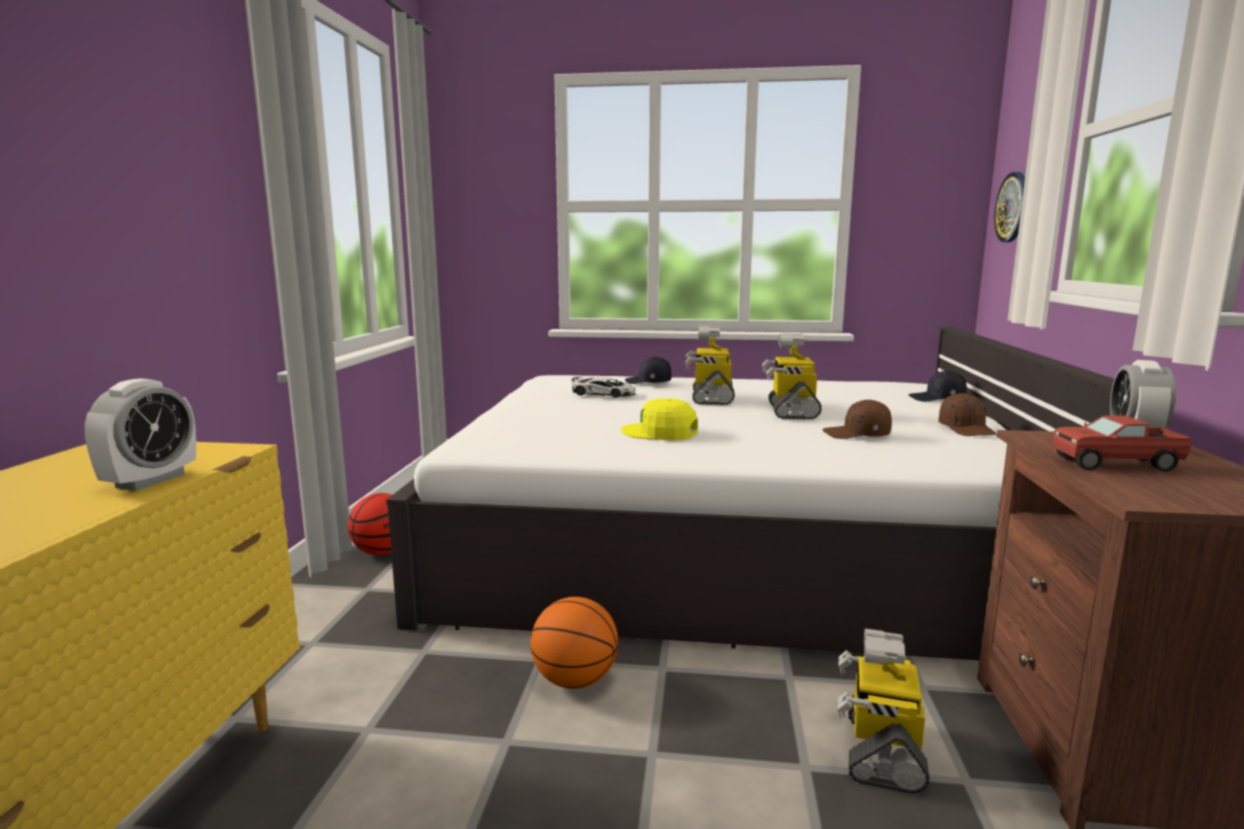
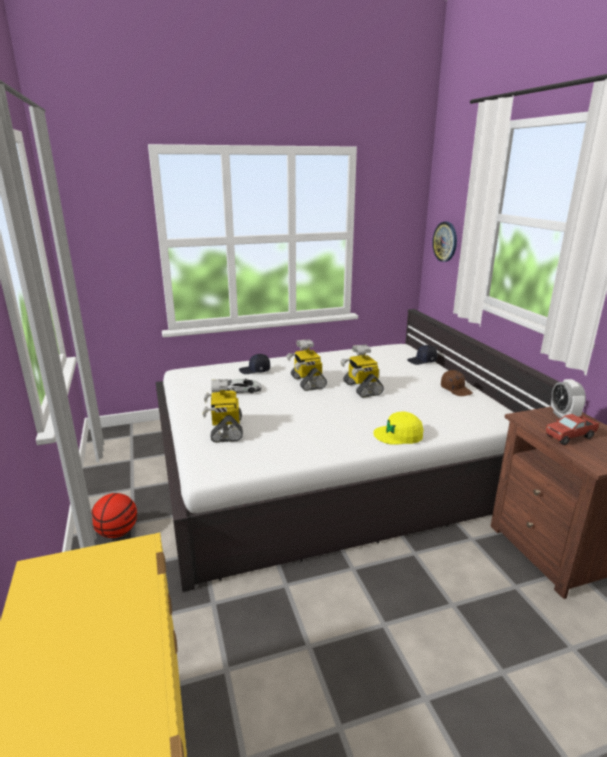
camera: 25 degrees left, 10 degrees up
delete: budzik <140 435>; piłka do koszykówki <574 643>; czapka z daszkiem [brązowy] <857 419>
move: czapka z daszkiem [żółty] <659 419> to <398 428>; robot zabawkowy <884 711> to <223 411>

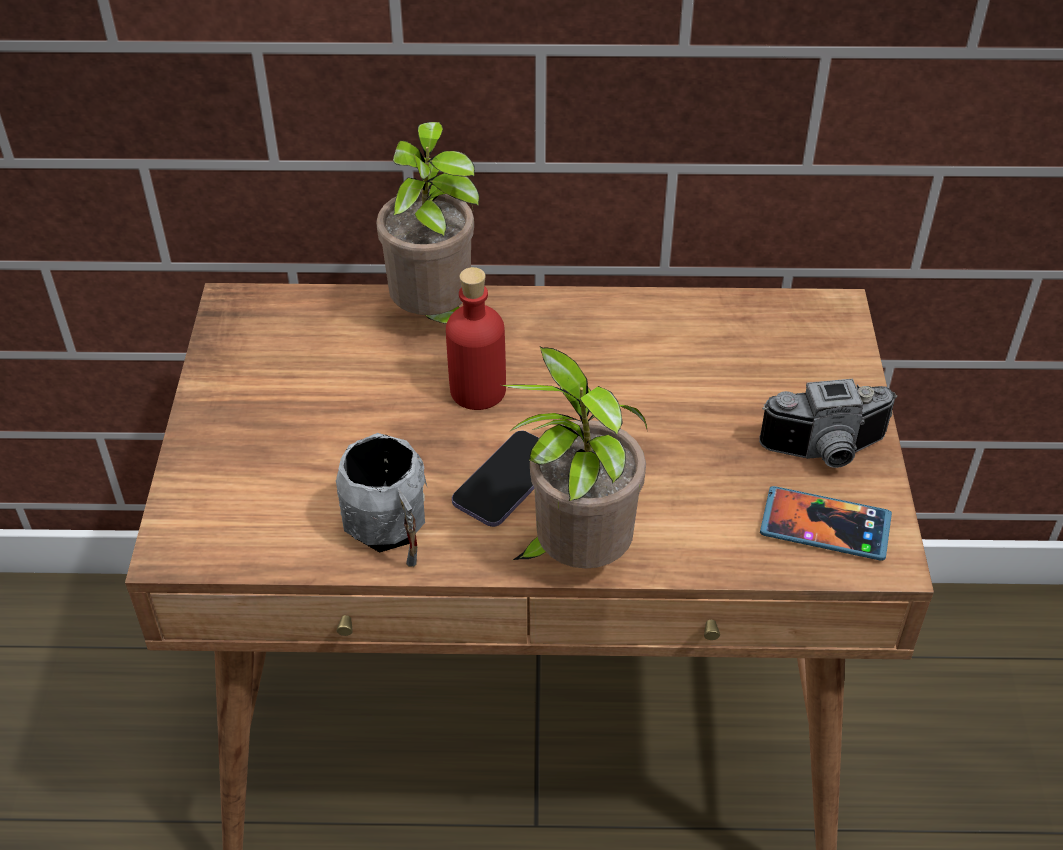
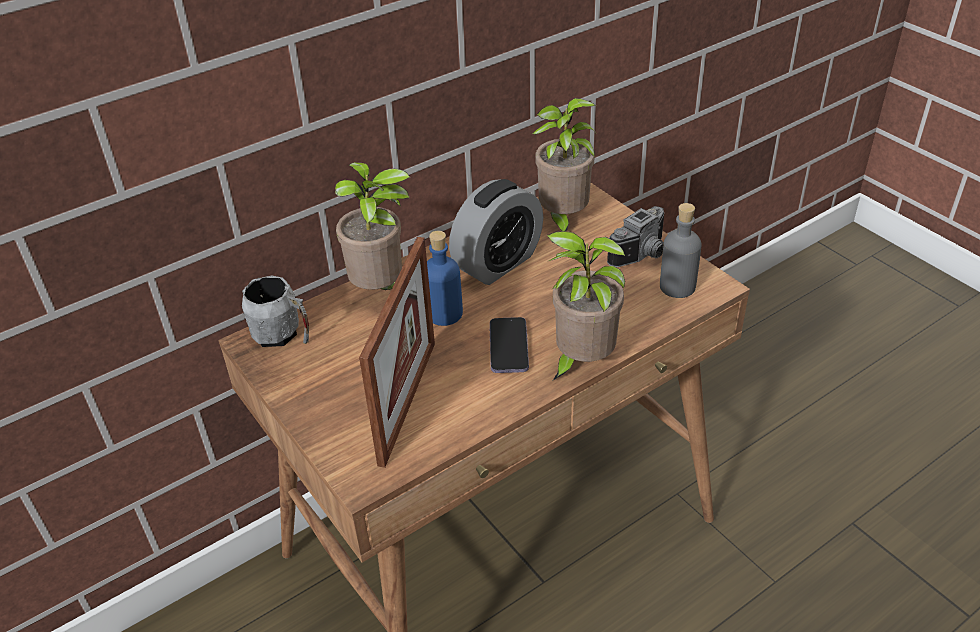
camera: 35 degrees left, 5 degrees down
insert: ramka na zdjęcie <397 352>; budzik <496 232>; roślina doniczkowa <564 164>
move: kubek [szary] <382 500> to <275 311>
replace: telefon <826 523> to butelka [szary] <681 250>
recolor: butelka [czerwony] <476 338> to butelka [niebieski] <445 278>

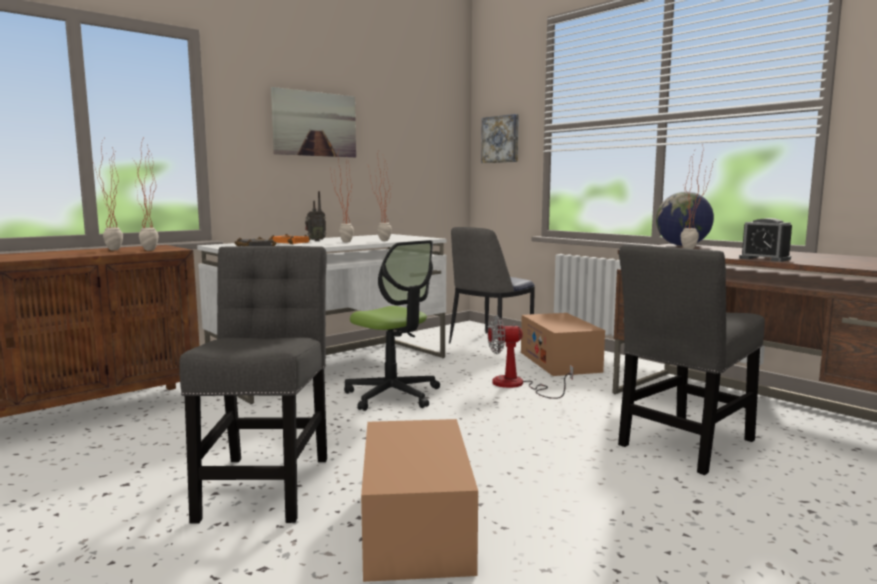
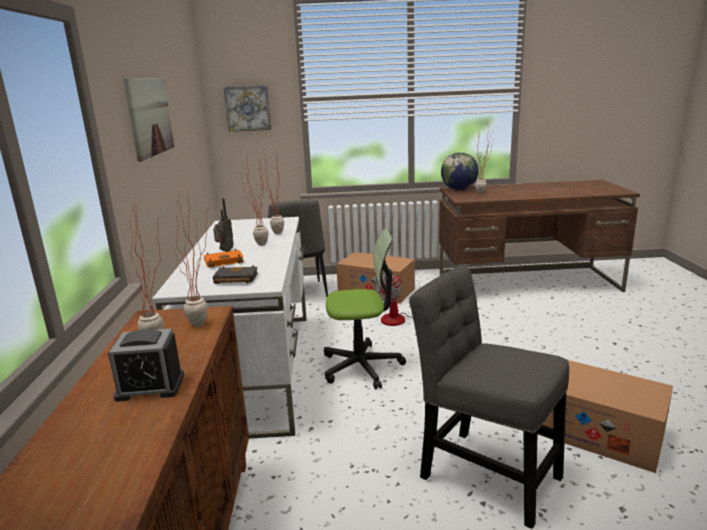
camera: 50 degrees left, 10 degrees up
delete: krzesło [szary] <691 359>
move: budzik <765 240> to <146 365>

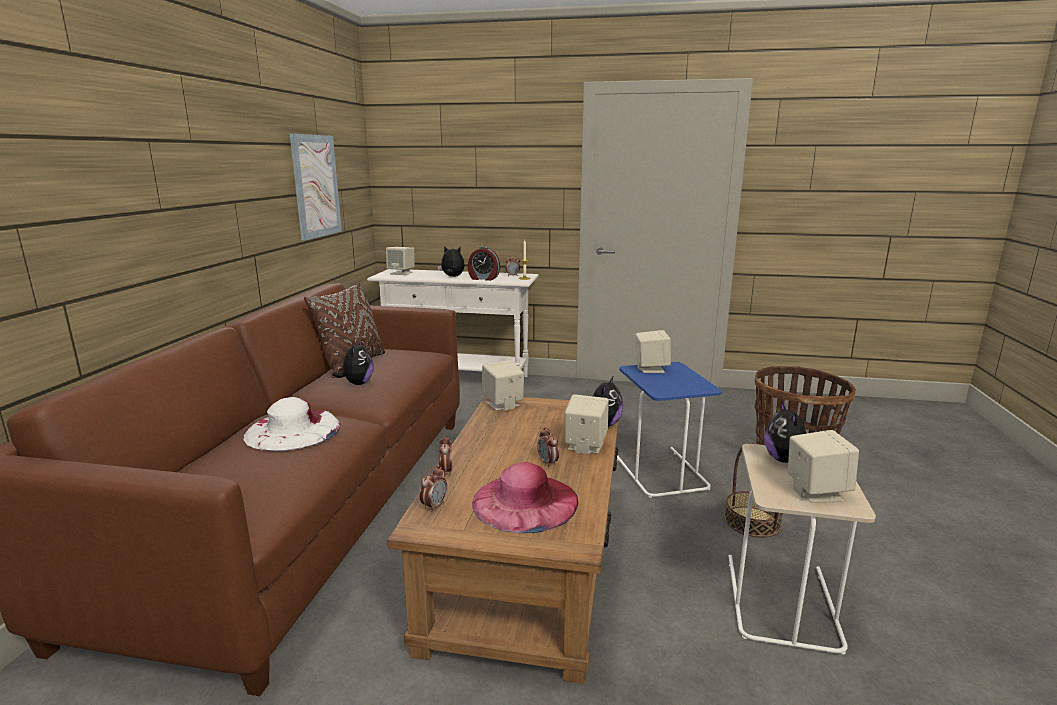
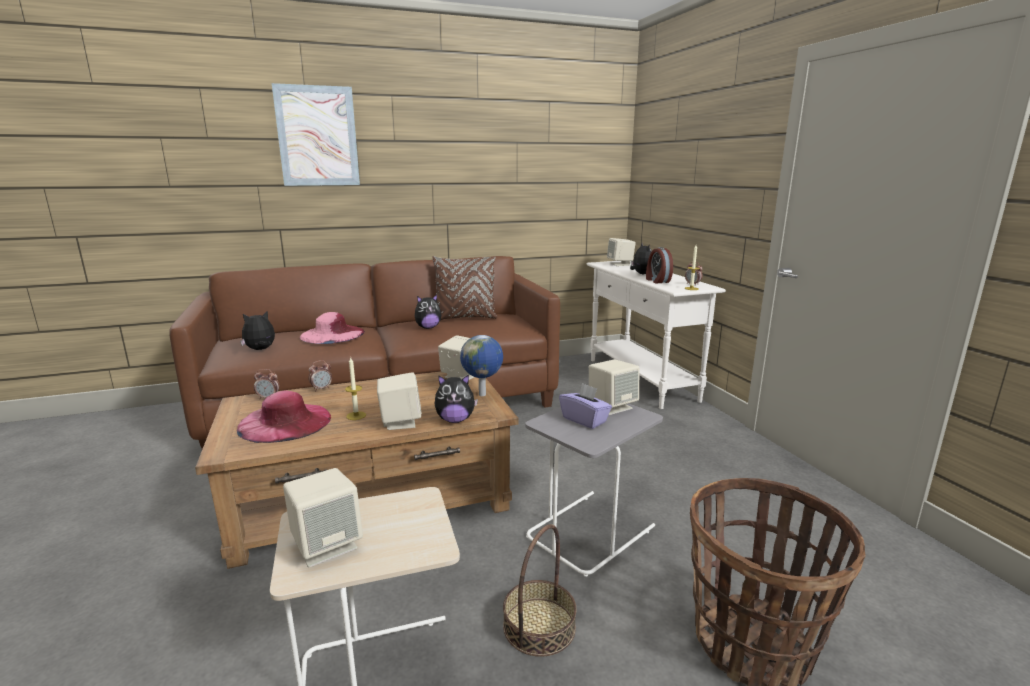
camera: 60 degrees right, 0 degrees up
insert: globus <481 365>; pudełko chusteczek [fioletowy] <585 406>
move: obraz <315 187> to <316 134>; pluszak <785 431> to <257 330>
replace: budzik <548 447> to świeca <355 388>
recolor: kapelusz [biały] <292 424> to kapelusz [różowy] <332 328>; stolik [niebieski] <669 430> to stolik [szary] <594 490>

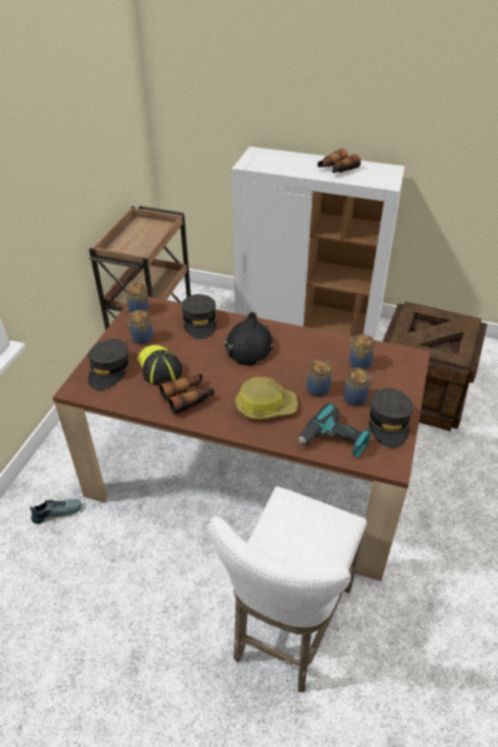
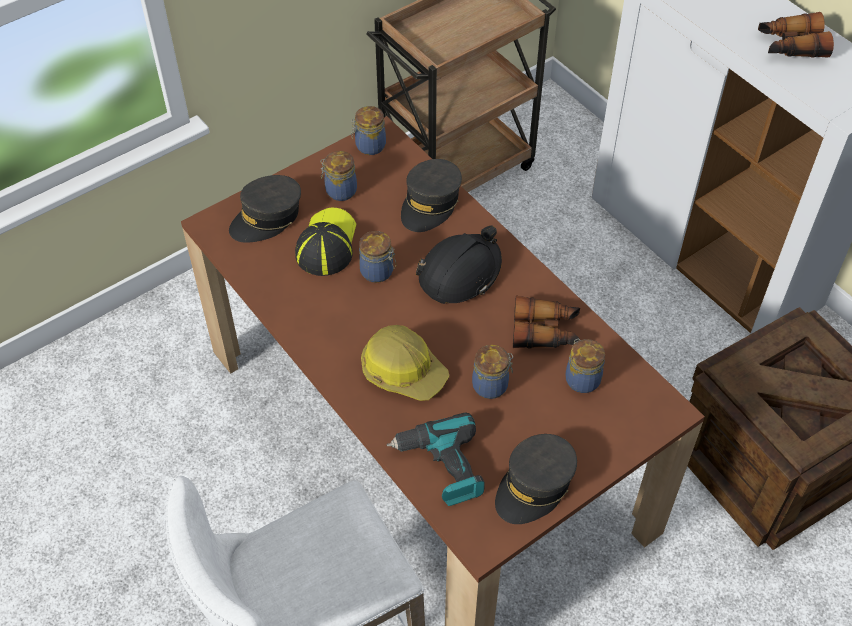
camera: 35 degrees right, 10 degrees up
delete: but <55 511>
move: lornetka <187 394> to <546 322>; słoik <358 387> to <377 257>

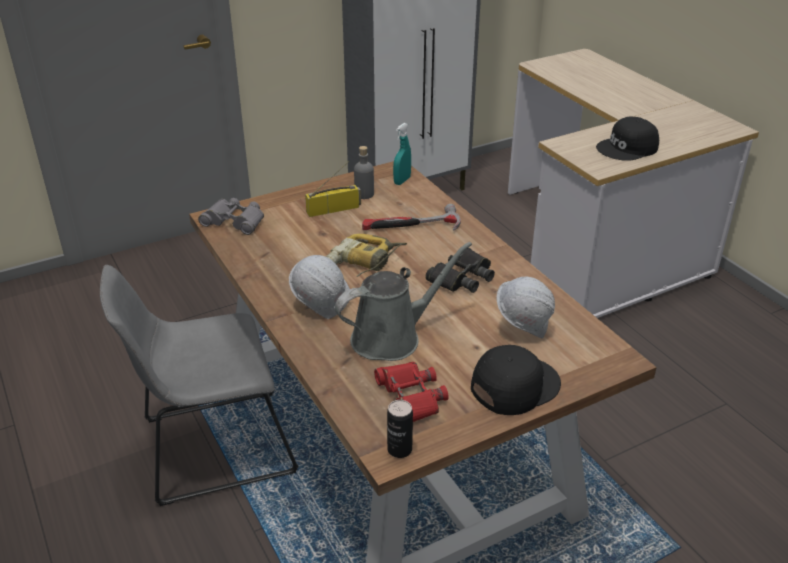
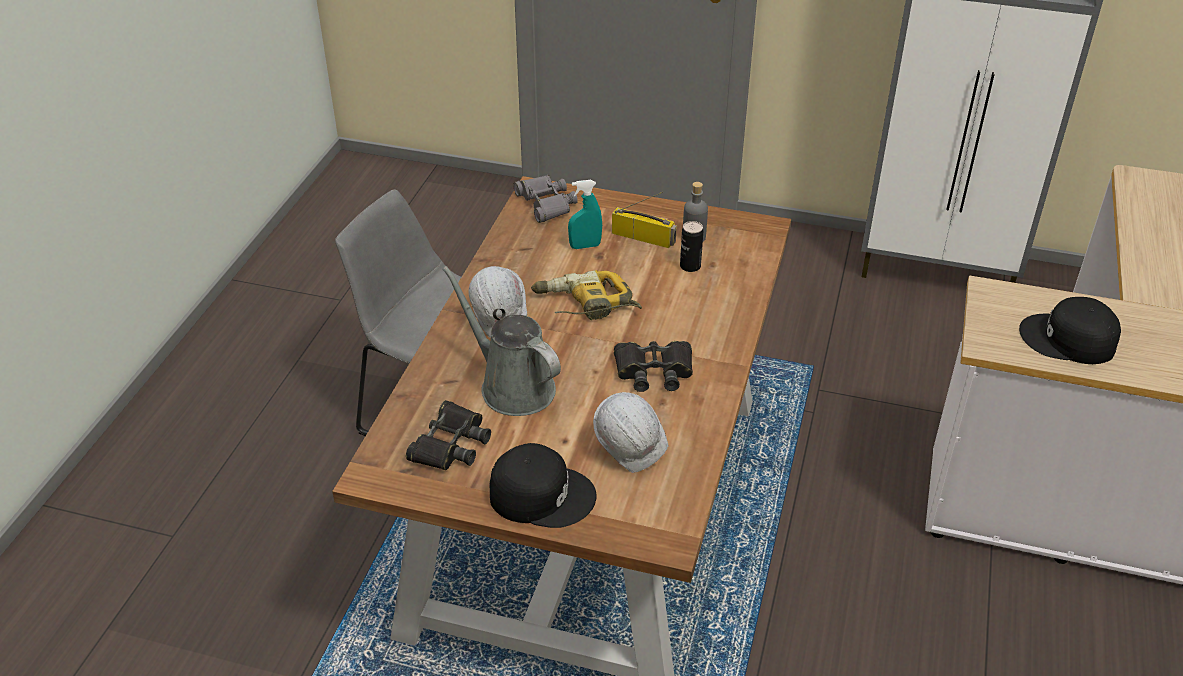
camera: 45 degrees right, 5 degrees up
delete: młotek <411 217>
move: puszka <400 429> to <691 246>; spryskiwacz [turkusowy] <402 154> to <585 214>
recolor: lornetka [czerwony] <411 392> to lornetka [czarny] <448 435>
rotate: konewka [szary] <403 301> = <502 341> 150 degrees counterclockwise

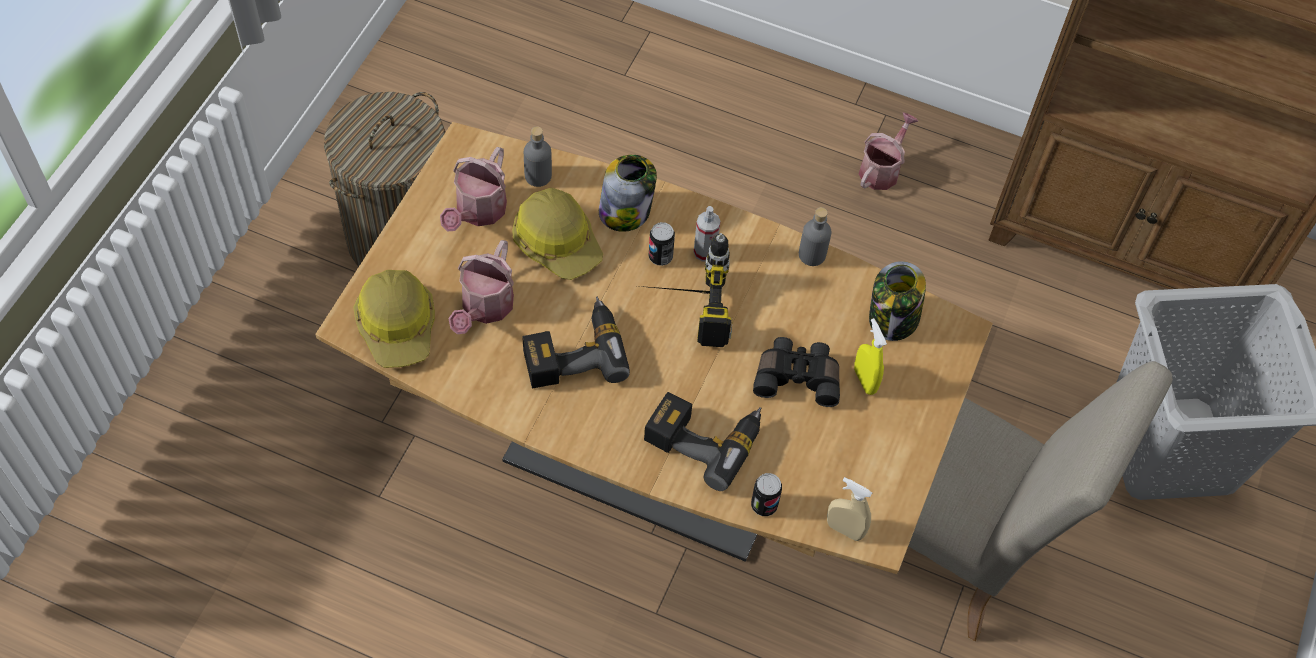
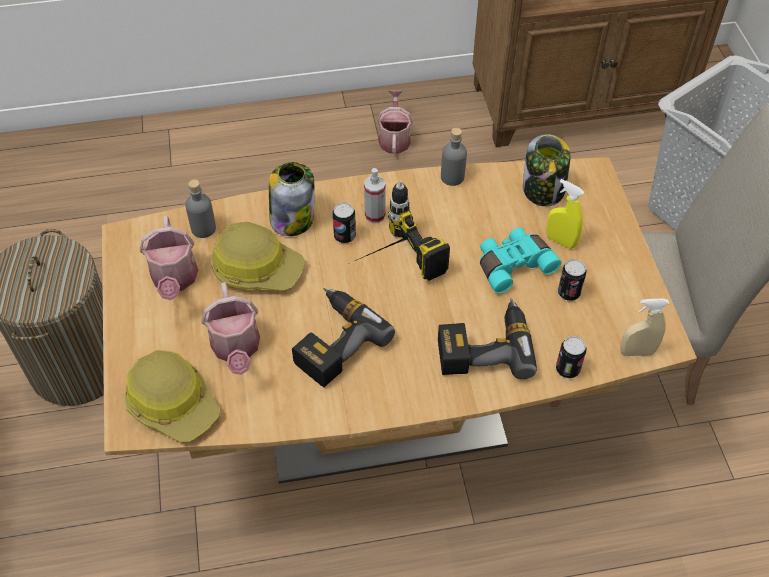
camera: 30 degrees left, 5 degrees down
insert: puszka <572 280>
recolor: lornetka [czarny] <796 372> to lornetka [turkusowy] <520 260>

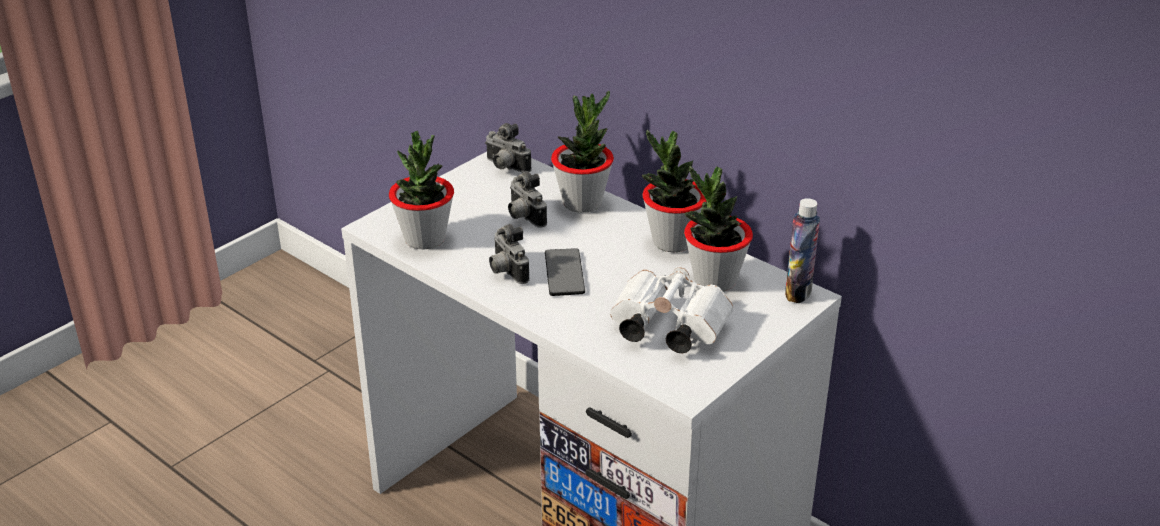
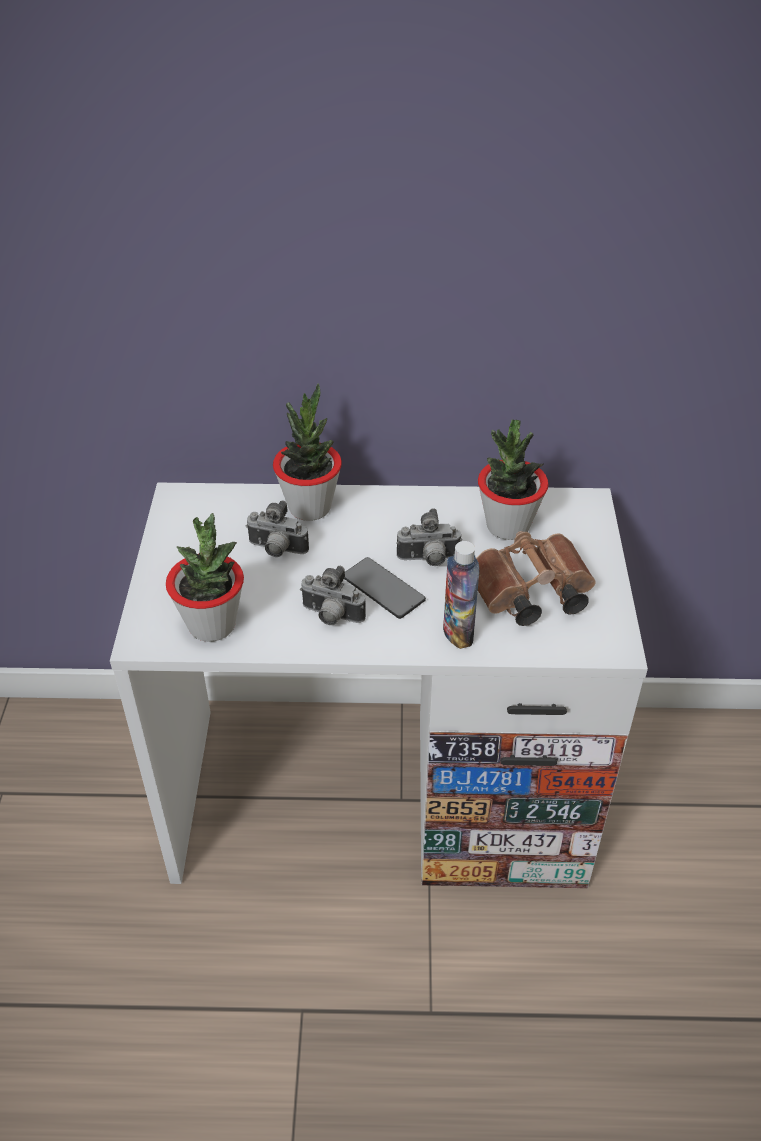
camera: 40 degrees left, 10 degrees up
delete: roślina doniczkowa <674 190>
move: aparat fotograficzny <508 148> to <429 537>; butelka <802 250> to <461 595>
recolor: lornetka [biały] <671 310> to lornetka [brązowy] <535 578>

